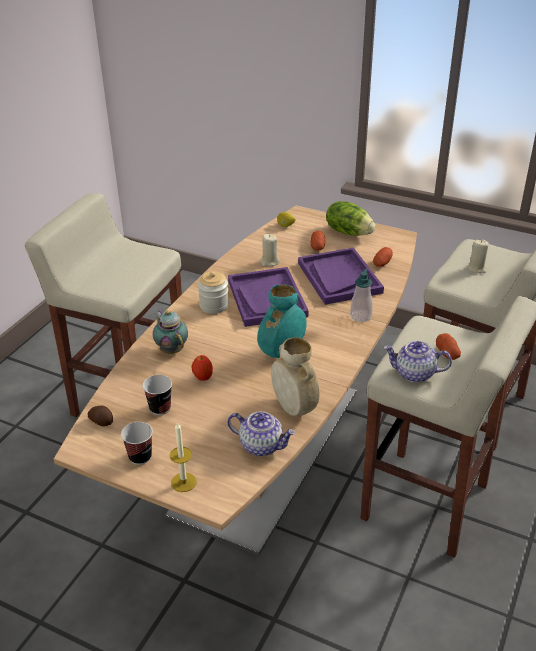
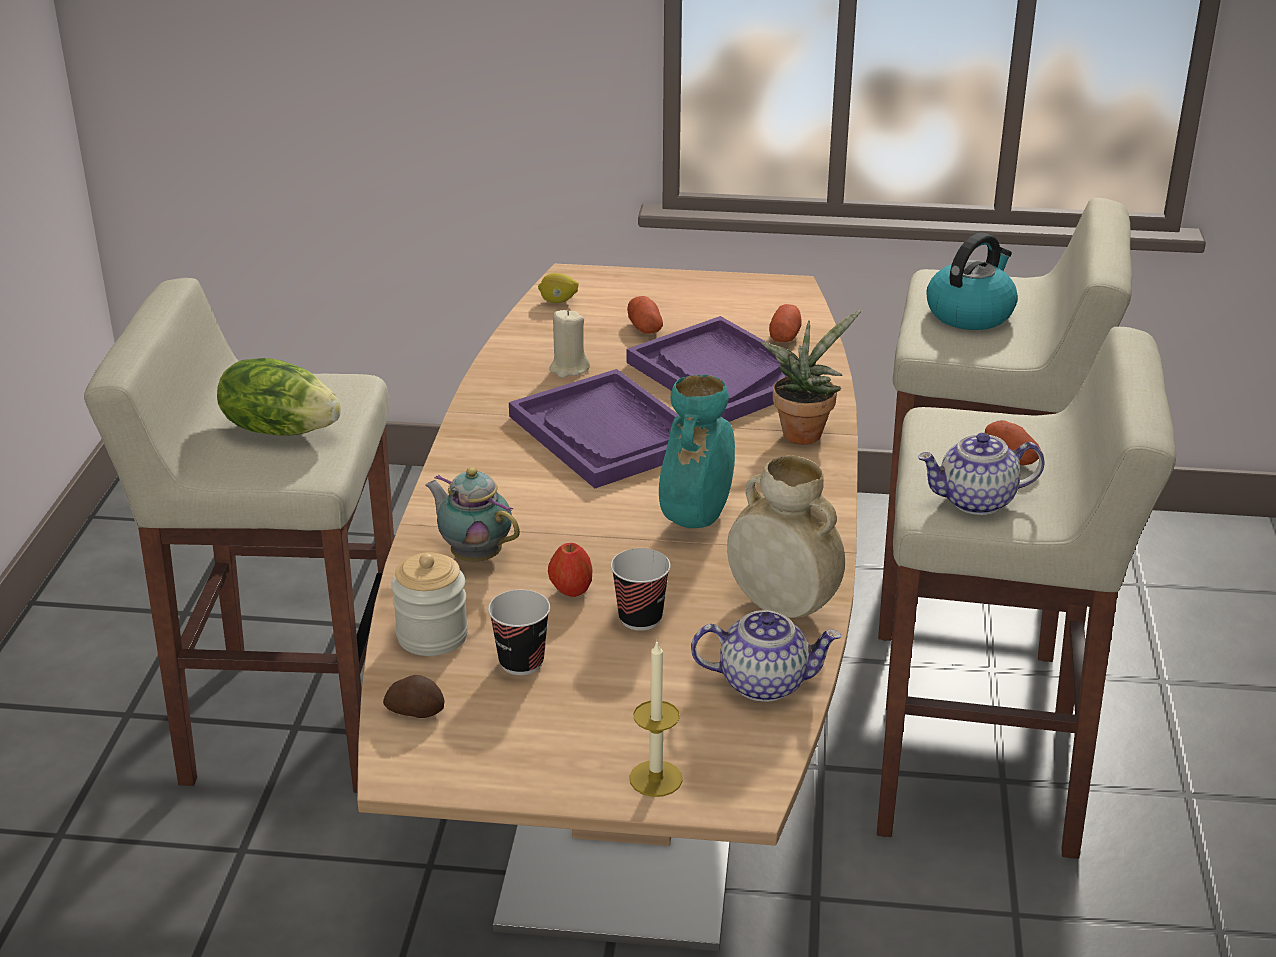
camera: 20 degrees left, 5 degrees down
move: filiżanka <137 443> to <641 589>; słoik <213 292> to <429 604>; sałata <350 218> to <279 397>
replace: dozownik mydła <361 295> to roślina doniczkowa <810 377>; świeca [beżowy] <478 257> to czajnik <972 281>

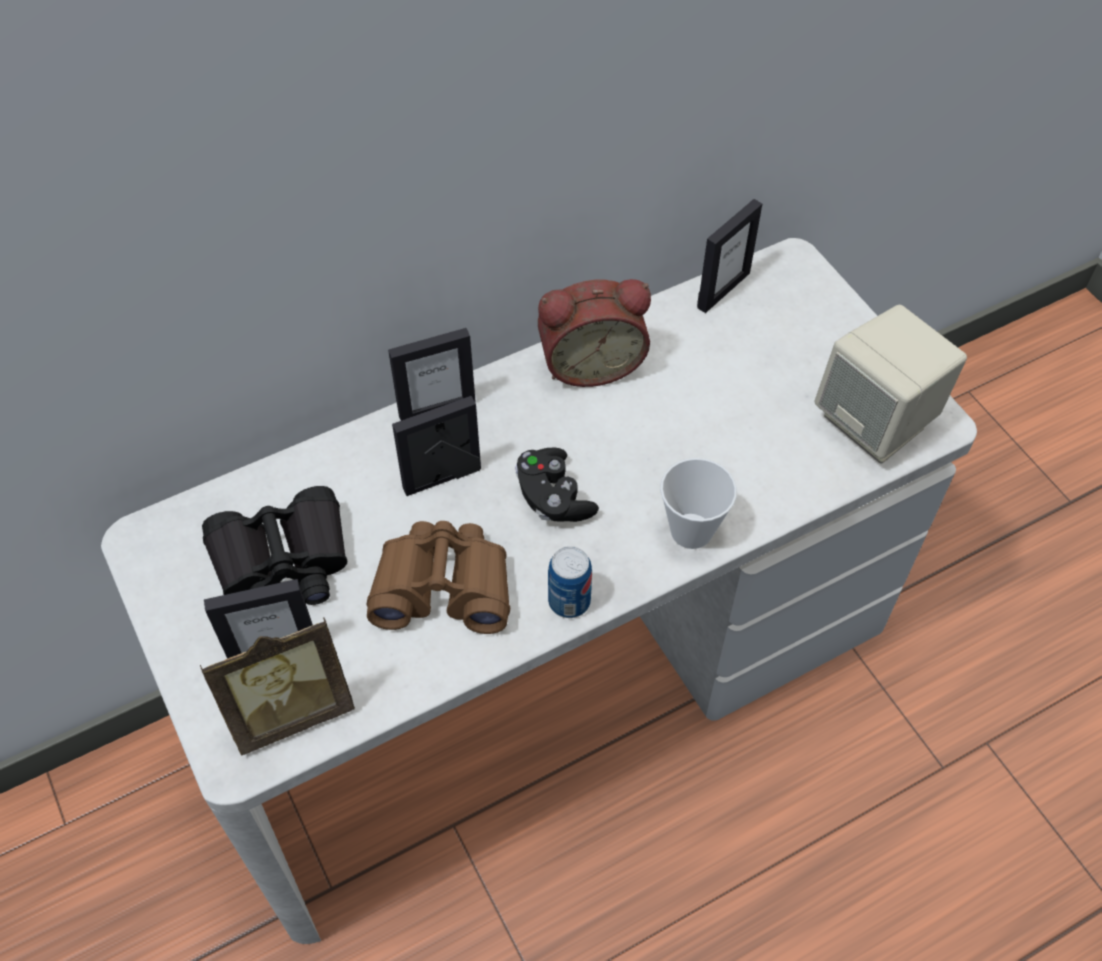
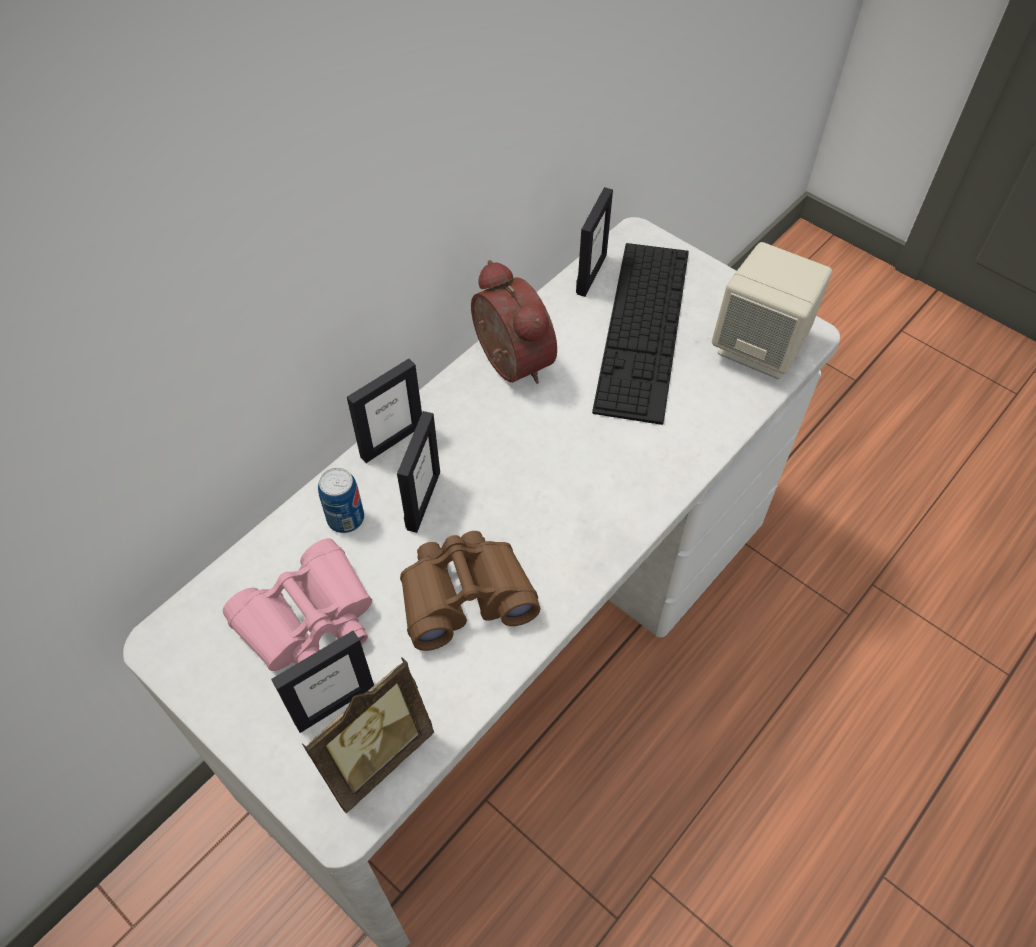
camera: 20 degrees left, 0 degrees up
delete: pad do gier [czarny] <557 485>; filiżanka <698 503>
insert: klawiatura <640 334>
move: puszka <570 582> to <341 500>
recolor: lornetka [czarny] <274 545> to lornetka [różowy] <297 604>
rotate: ramka na zdjęcie <436 446> = <418 472> 150 degrees clockwise; budzik <594 333> = <514 322> 90 degrees counterclockwise

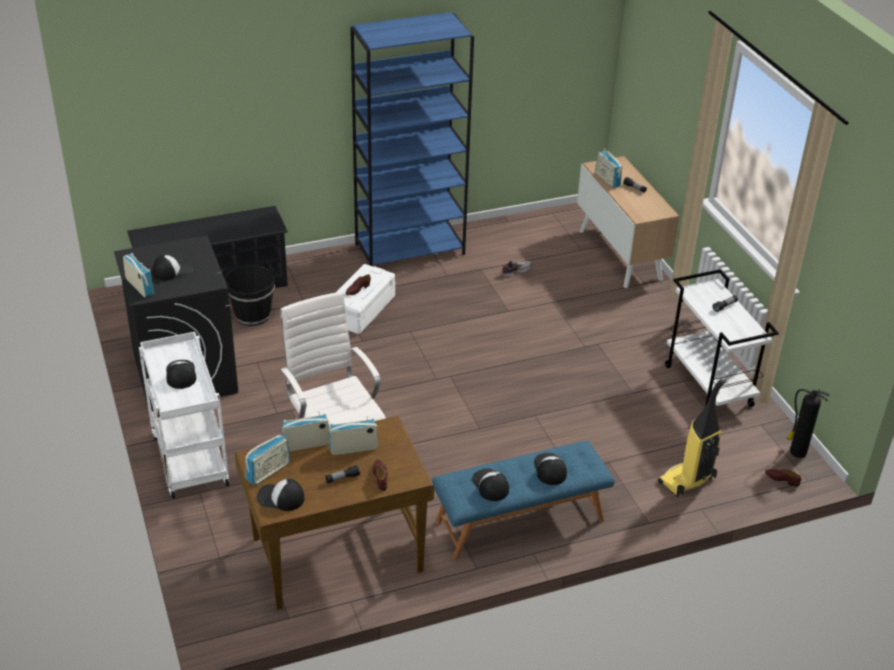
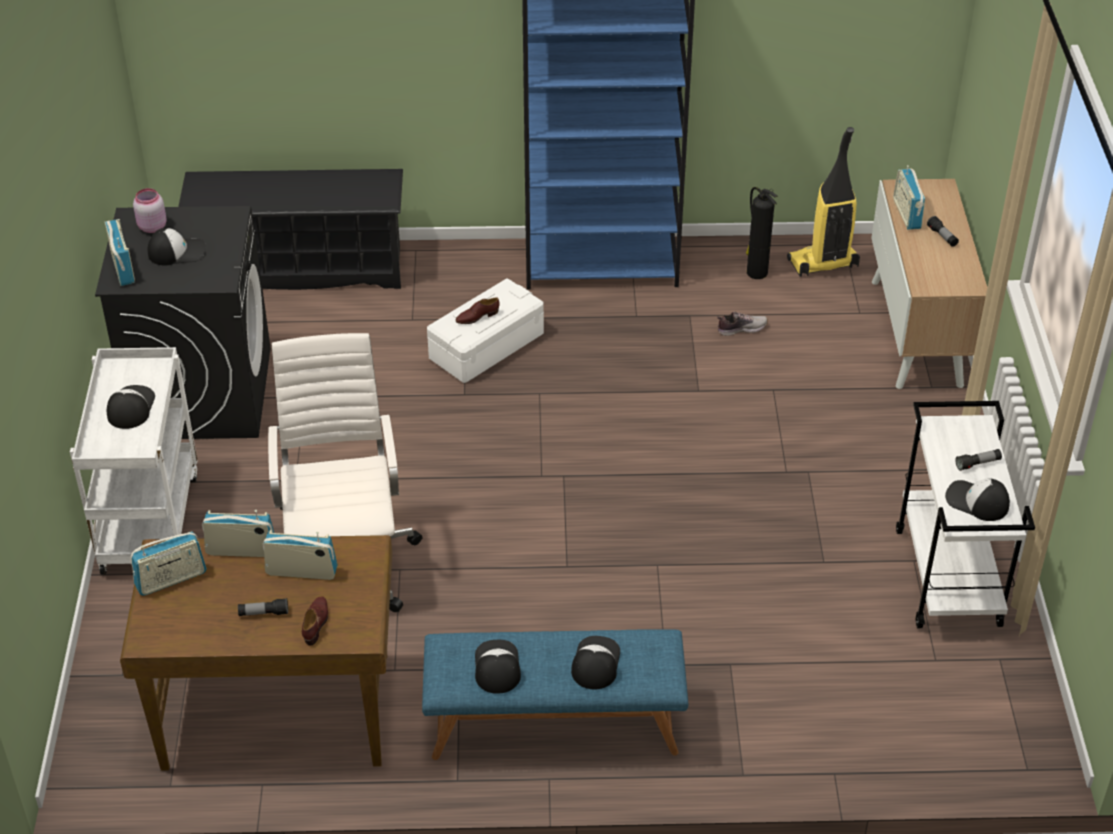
camera: 20 degrees right, 5 degrees up
delete: wiadro [czarny] <250 295>; but [brązowy] <783 478>
insert: słoik [różowy] <150 210>
move: czapka z daszkiem <281 495> to <977 499>; odkurzacz <692 437> to <823 202>; gaśnica <808 423> to <761 233>

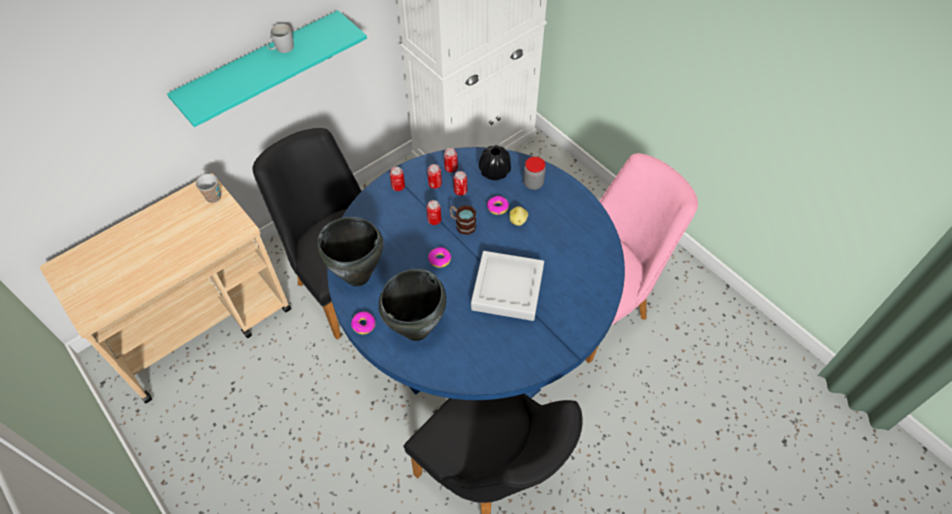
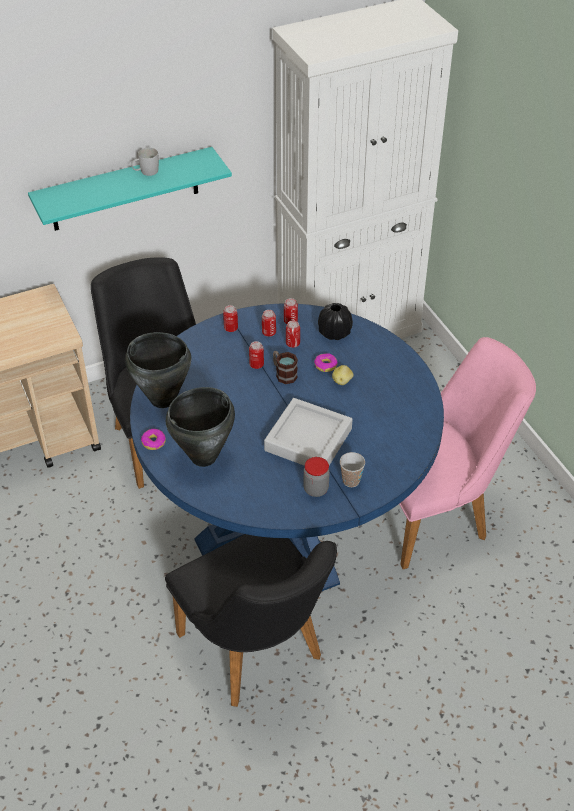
camera: 15 degrees right, 10 degrees down
delete: donut <439 257>
move: filiżanka <208 188> to <352 469>; słoik <534 173> to <316 477>

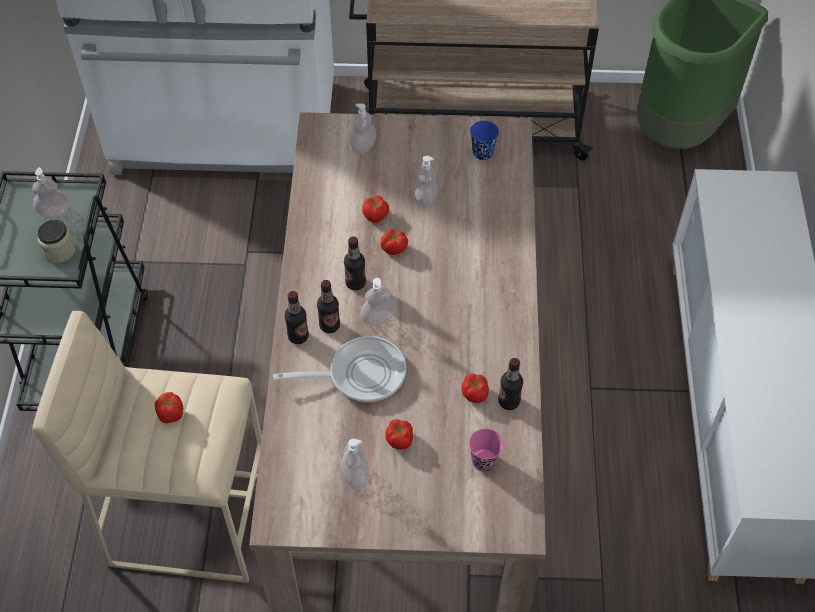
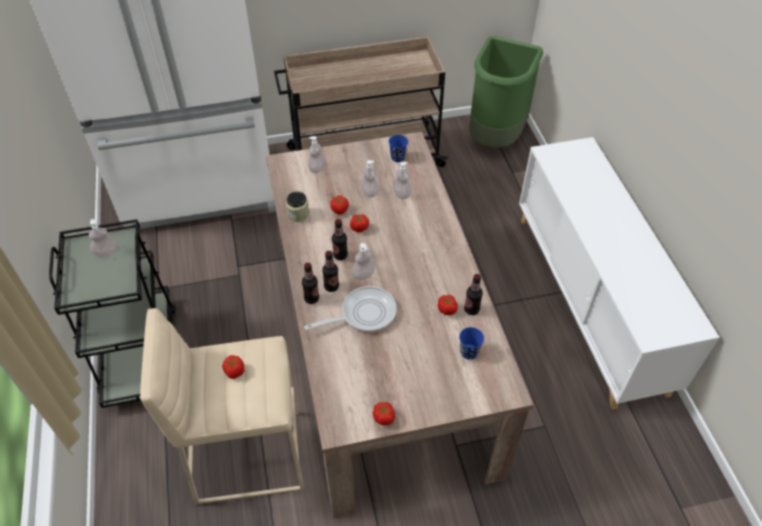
camera: 15 degrees left, 5 degrees down
move: słoik <56 241> to <297 206>; dozownik mydła <355 464> to <402 180>; pomidor <399 434> to <384 413>
recolor: filiżanka [różowy] <486 450> to filiżanka [niebieski] <471 343>

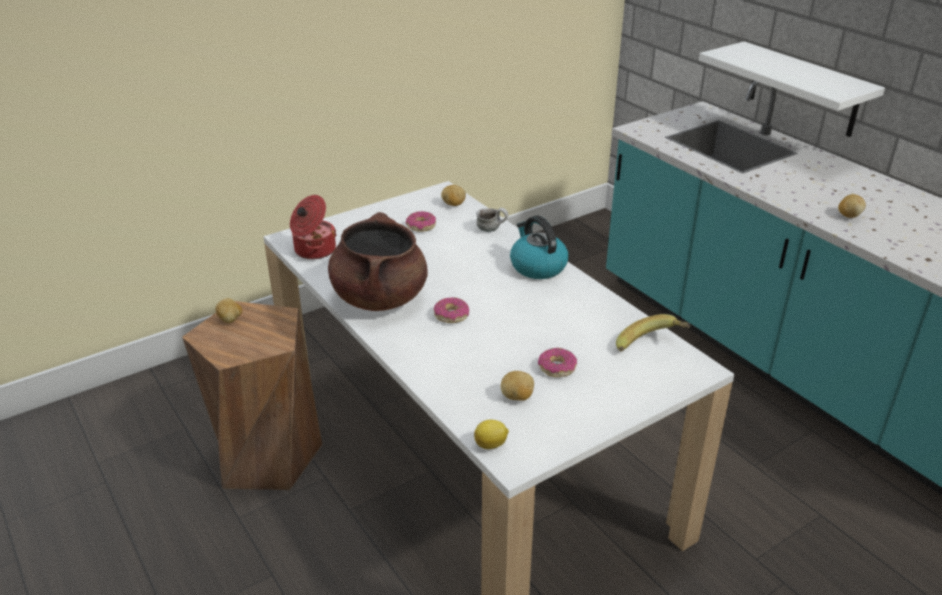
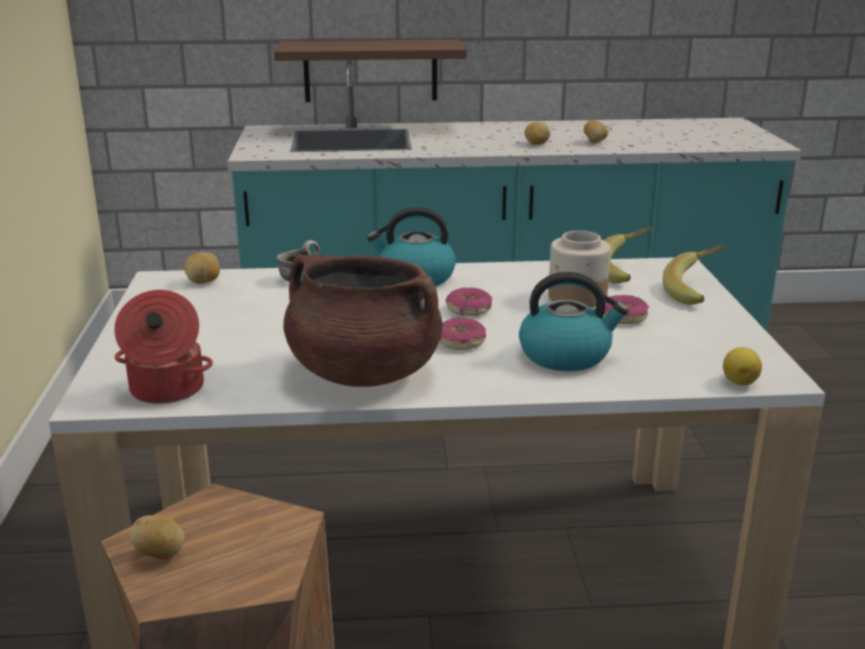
camera: 60 degrees left, 10 degrees down
insert: czajnik <574 321>; słoik <579 269>; banan <694 275>
move: donut <421 221> to <468 302>; ziemniak <517 386> to <596 131>
recolor: półka [biały] <792 89> to półka [brązowy] <370 70>

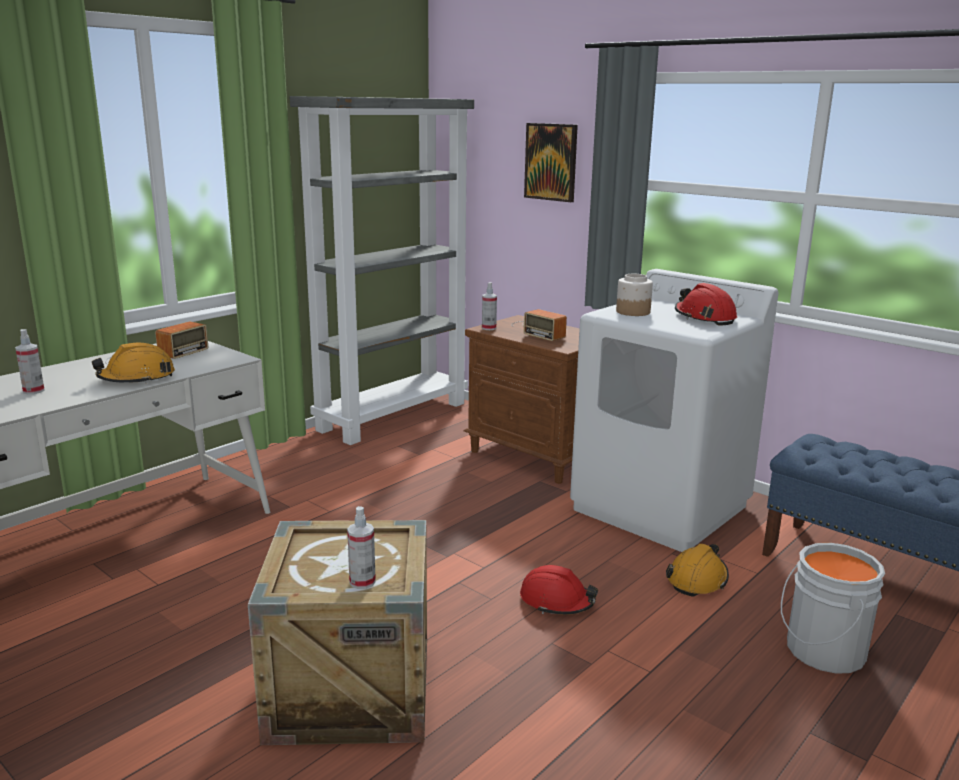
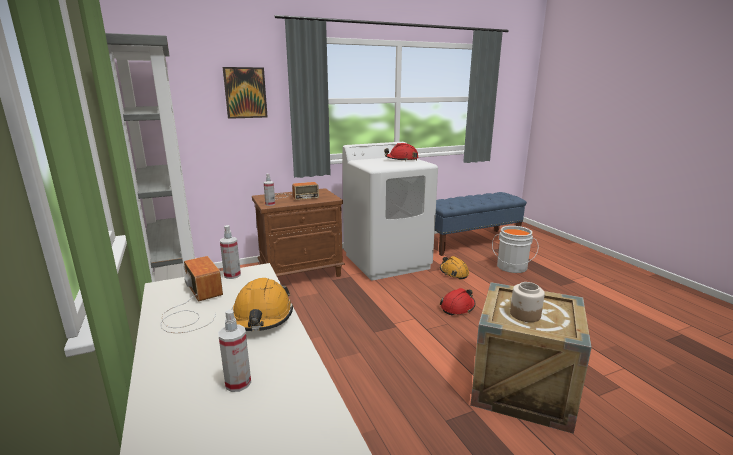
camera: 65 degrees left, 0 degrees up
move: spryskiwacz <361 547> to <230 252>; słoik <634 295> to <527 302>

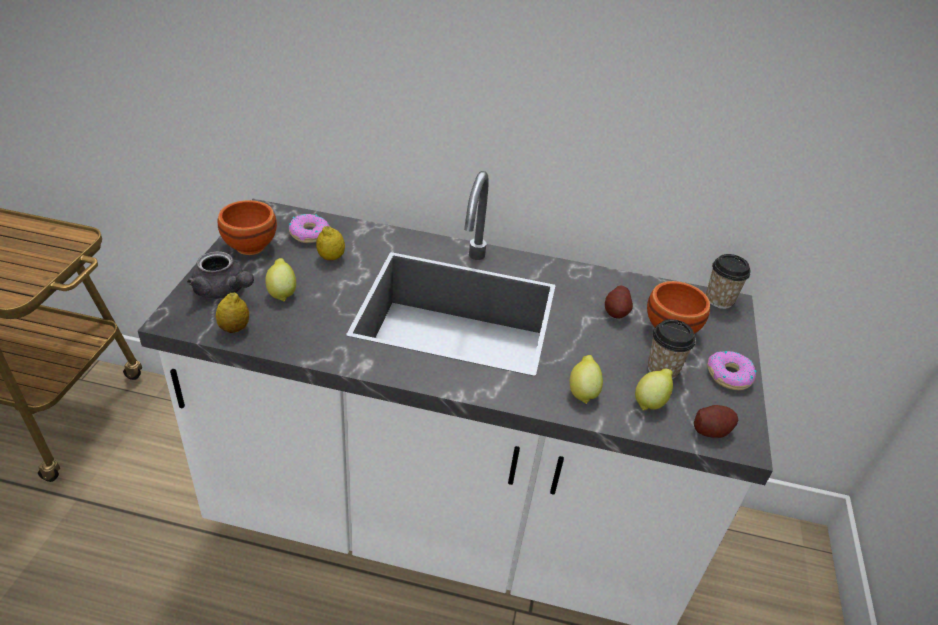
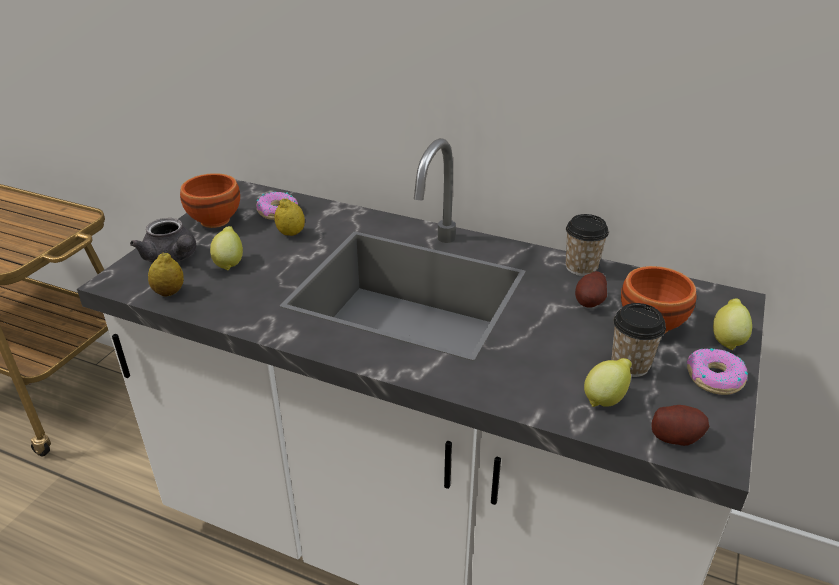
camera: 15 degrees right, 5 degrees down
move: cytryna <586 379> to <732 324>; filiżanka <728 281> to <587 245>

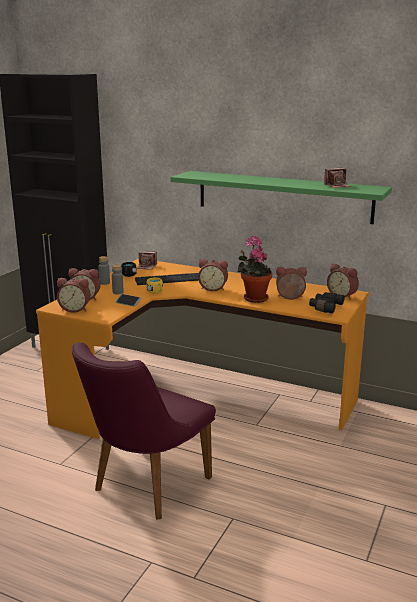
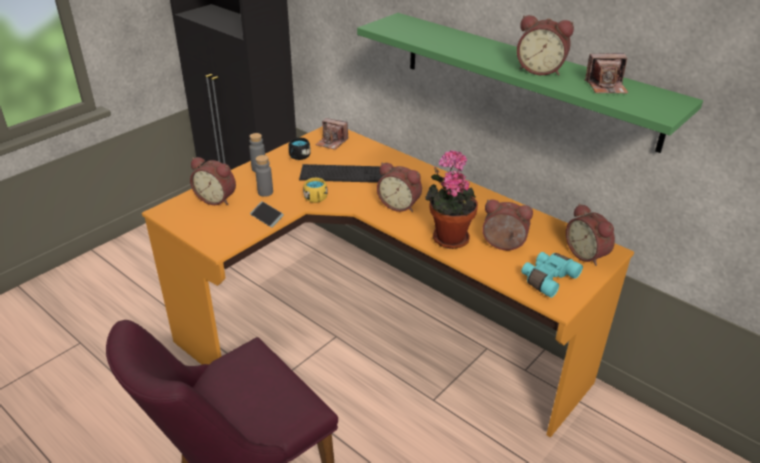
camera: 15 degrees right, 15 degrees up
move: budzik <74 295> to <545 45>
recolor: lornetka [czarny] <327 302> to lornetka [turkusowy] <552 275>

